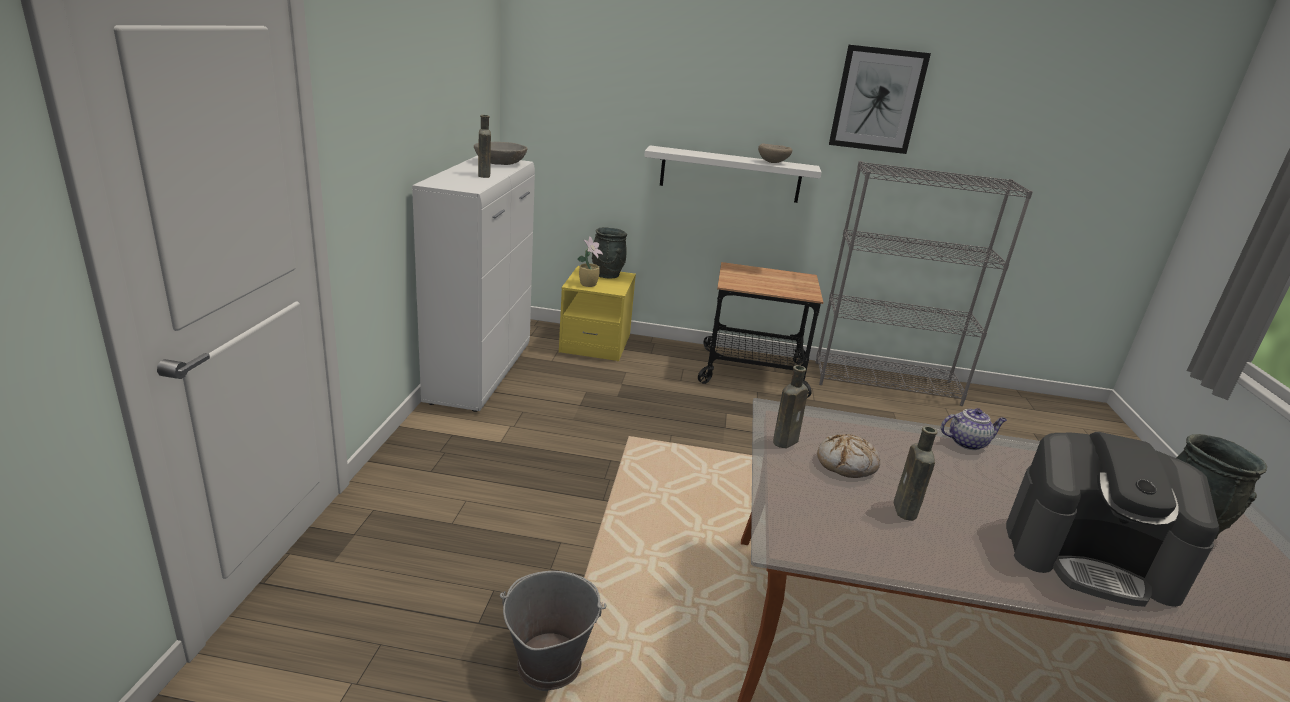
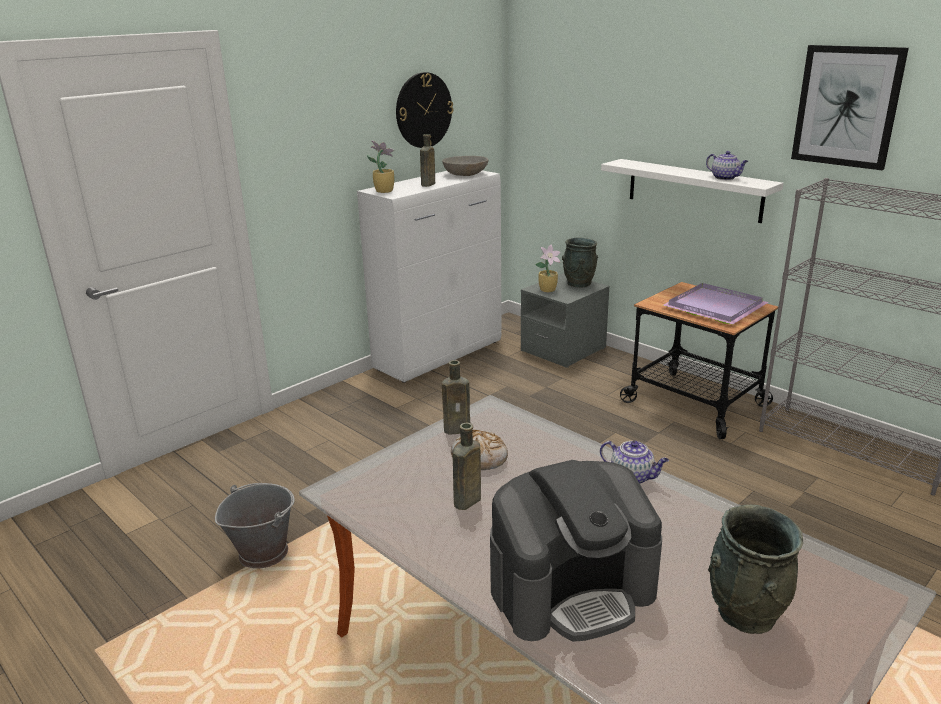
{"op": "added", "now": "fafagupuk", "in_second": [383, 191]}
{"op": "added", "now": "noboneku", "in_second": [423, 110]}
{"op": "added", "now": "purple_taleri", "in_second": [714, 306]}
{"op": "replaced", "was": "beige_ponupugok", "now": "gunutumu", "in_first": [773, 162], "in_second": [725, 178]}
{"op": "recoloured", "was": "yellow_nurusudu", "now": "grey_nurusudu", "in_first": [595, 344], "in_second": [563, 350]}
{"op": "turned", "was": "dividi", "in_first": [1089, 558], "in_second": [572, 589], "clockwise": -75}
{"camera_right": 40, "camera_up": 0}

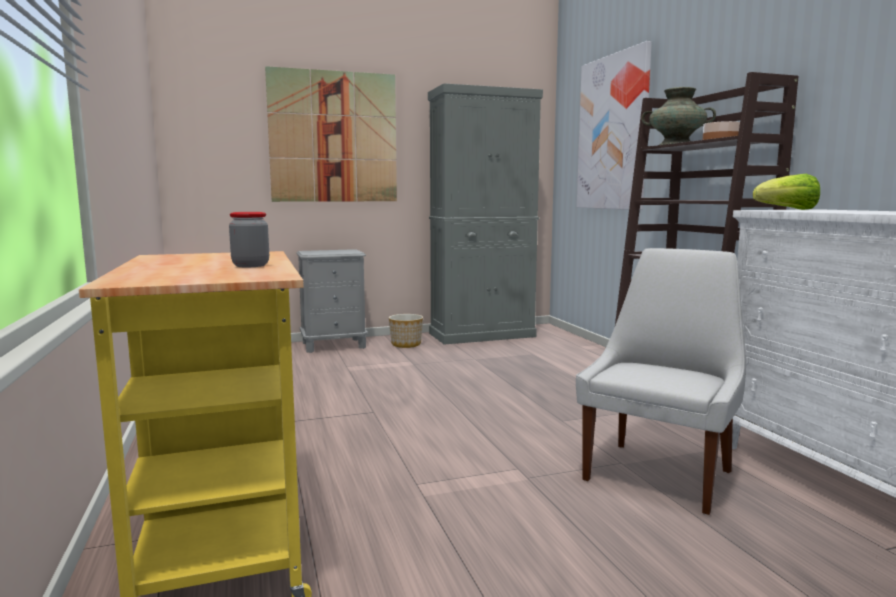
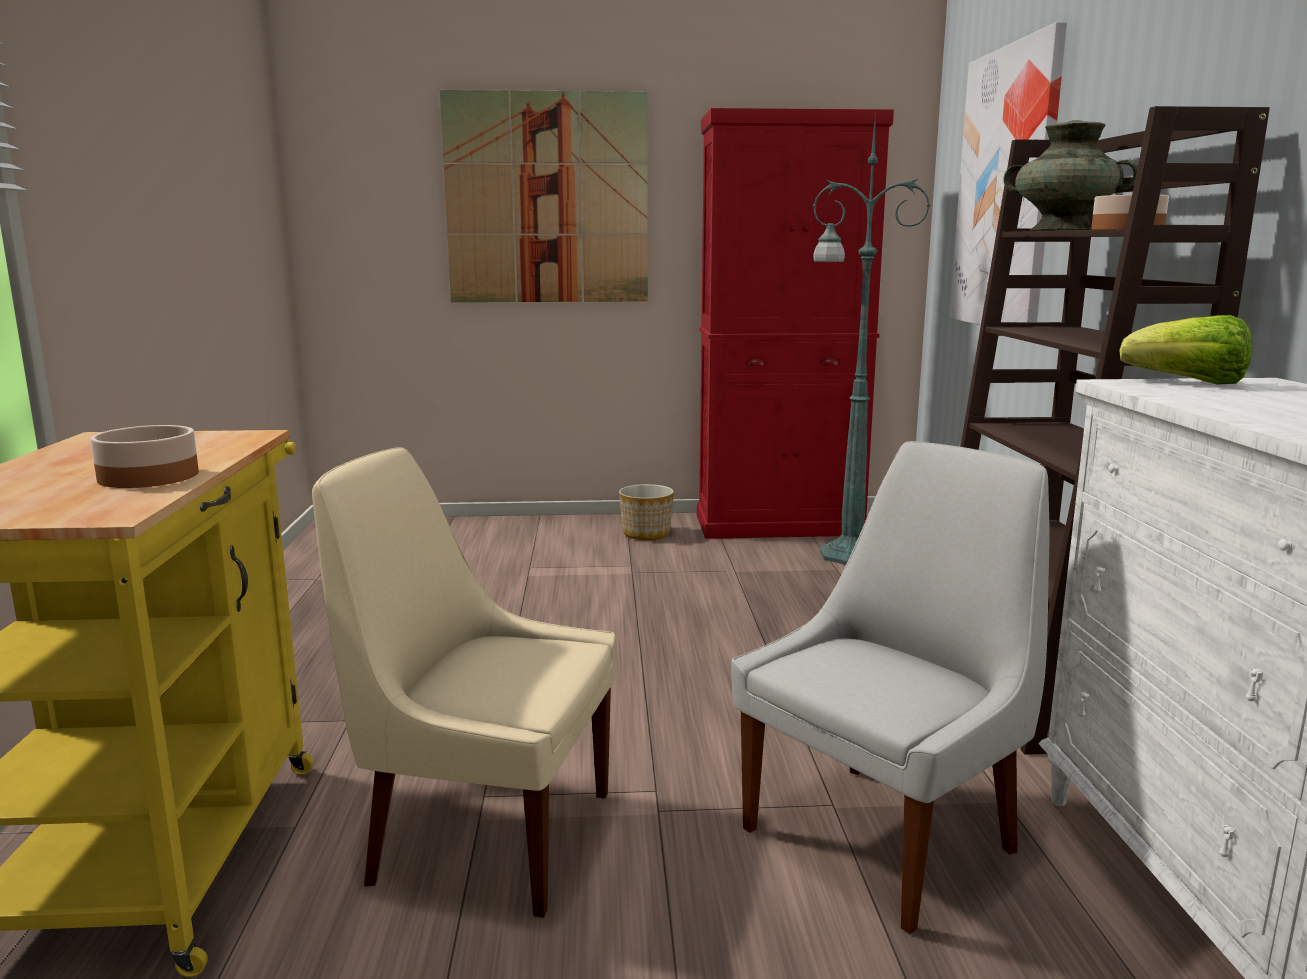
{"op": "removed", "was": "grey_nurusudu", "in_first": [334, 345]}
{"op": "added", "now": "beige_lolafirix", "in_second": [484, 835]}
{"op": "added", "now": "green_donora", "in_second": [847, 554]}
{"op": "replaced", "was": "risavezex", "now": "ponupugok", "in_first": [250, 265], "in_second": [149, 477]}
{"op": "recoloured", "was": "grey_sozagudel", "now": "red_sozagudel", "in_first": [482, 335], "in_second": [780, 525]}
{"camera_right": 15, "camera_up": 5}

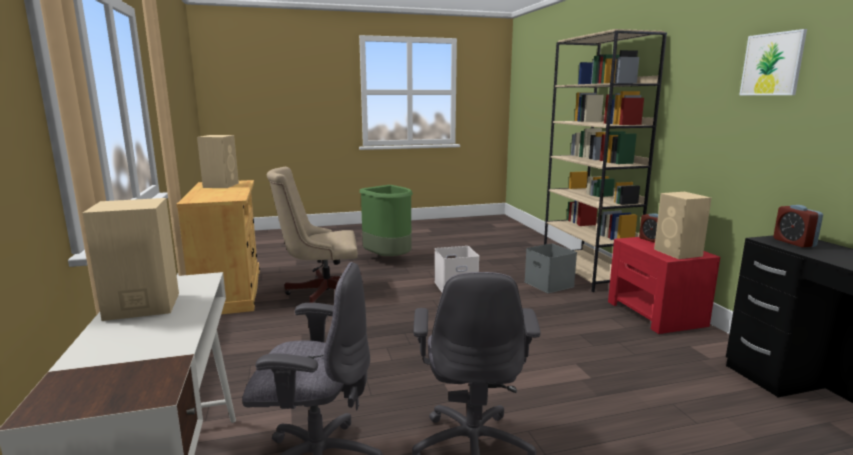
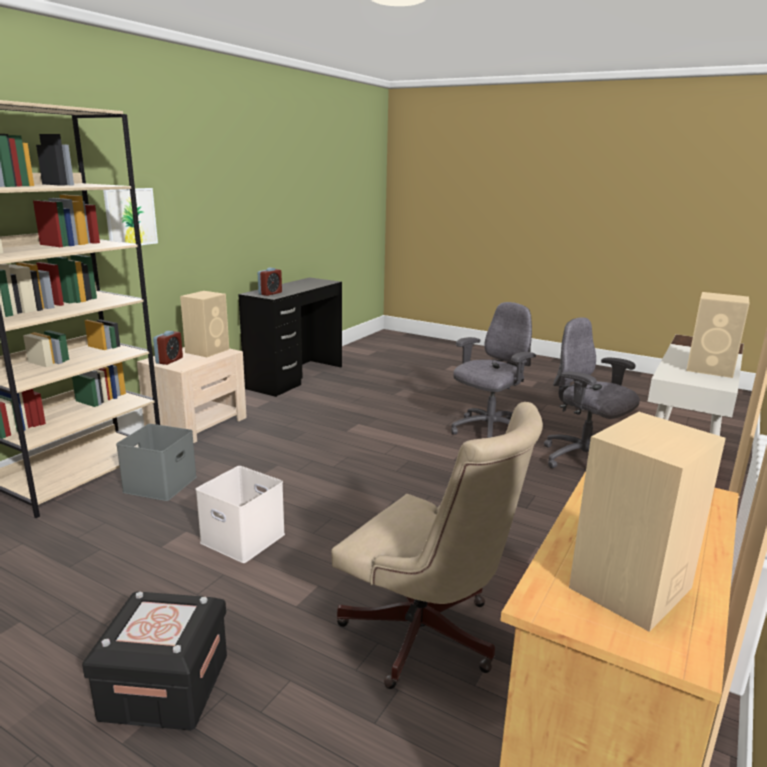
{"op": "moved", "was": "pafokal", "in_first": [772, 64], "in_second": [130, 217]}
{"op": "replaced", "was": "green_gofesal", "now": "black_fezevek", "in_first": [389, 259], "in_second": [165, 687]}
{"op": "recoloured", "was": "red_nurusudu", "now": "beige_nurusudu", "in_first": [656, 313], "in_second": [198, 424]}
{"camera_right": -135, "camera_up": 5}

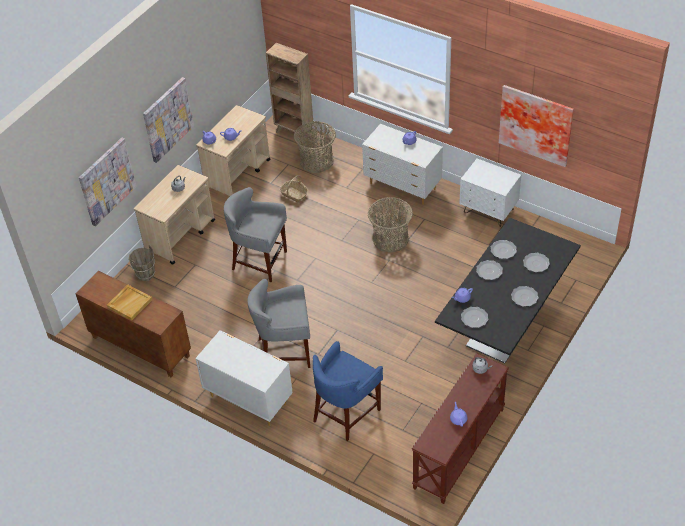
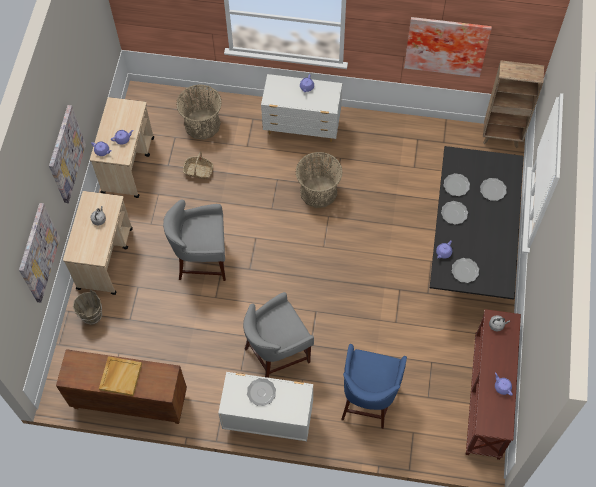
{"op": "removed", "was": "white_nurusudu", "in_first": [488, 211]}
{"op": "moved", "was": "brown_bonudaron", "in_first": [294, 132], "in_second": [502, 137]}
{"op": "moved", "was": "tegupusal", "in_first": [524, 297], "in_second": [261, 392]}
{"camera_right": -25, "camera_up": 15}

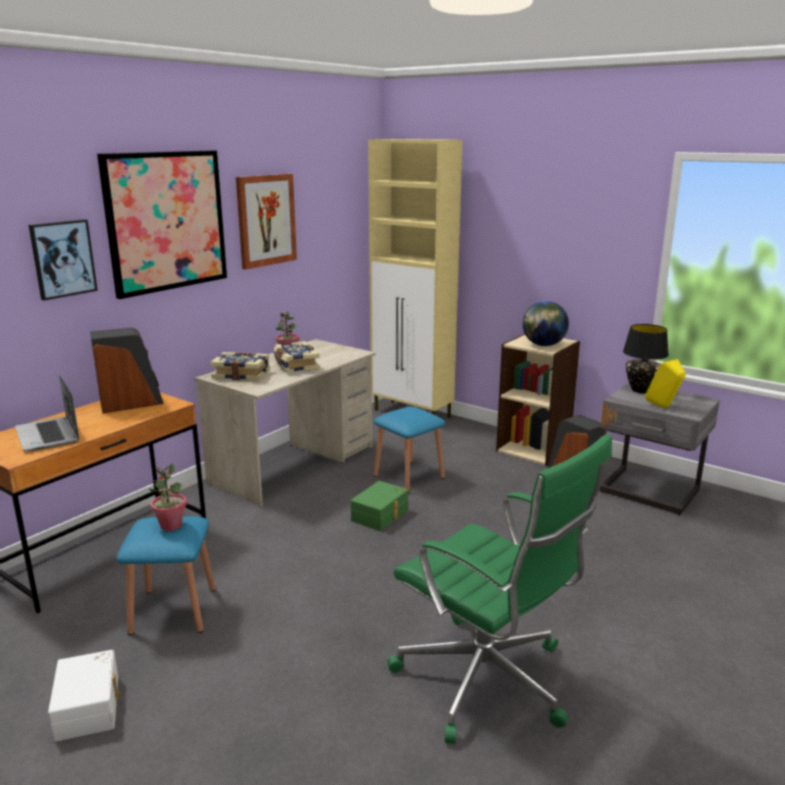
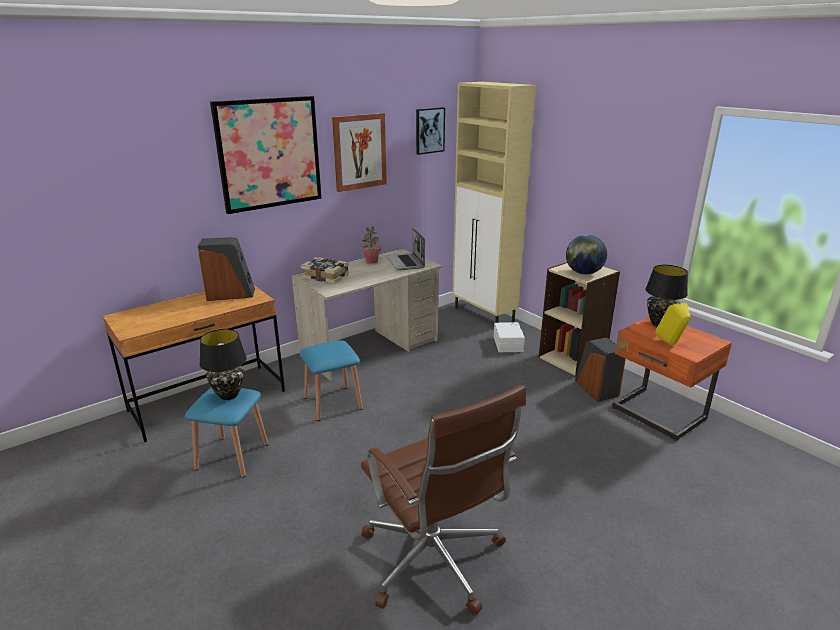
{"op": "removed", "was": "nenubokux", "in_first": [295, 366]}
{"op": "removed", "was": "green_fezevek", "in_first": [381, 515]}
{"op": "moved", "was": "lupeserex", "in_first": [49, 436], "in_second": [406, 263]}
{"op": "moved", "was": "pafokal", "in_first": [63, 259], "in_second": [429, 130]}
{"op": "moved", "was": "white_fezevek", "in_first": [90, 706], "in_second": [509, 344]}
{"op": "moved", "was": "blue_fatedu", "in_first": [408, 476], "in_second": [333, 403]}
{"op": "replaced", "was": "fafagupuk", "now": "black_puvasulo", "in_first": [171, 525], "in_second": [228, 395]}
{"op": "recoloured", "was": "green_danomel", "now": "brown_danomel", "in_first": [487, 682], "in_second": [434, 561]}
{"op": "recoloured", "was": "grey_nurusudu", "now": "orange_nurusudu", "in_first": [649, 493], "in_second": [657, 415]}
{"camera_right": 15, "camera_up": 5}

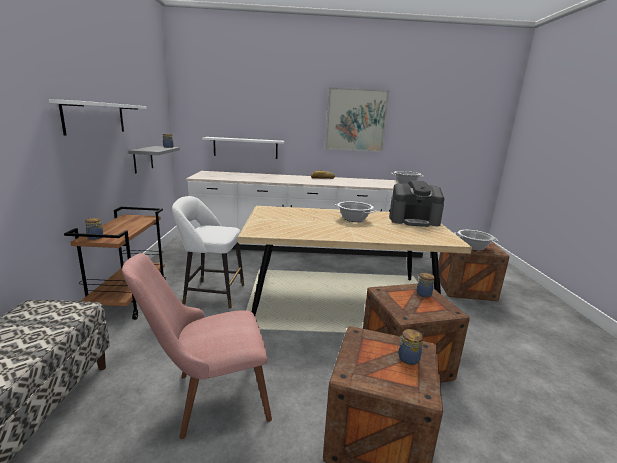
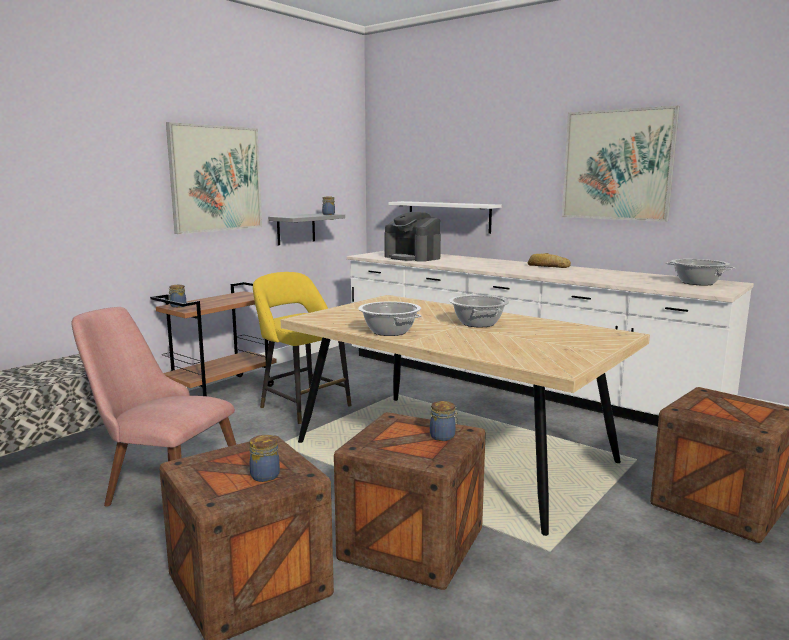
{"op": "moved", "was": "dividi", "in_first": [414, 220], "in_second": [413, 257]}
{"op": "moved", "was": "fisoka", "in_first": [473, 247], "in_second": [389, 332]}
{"op": "replaced", "was": "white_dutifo", "now": "pafokal", "in_first": [95, 118], "in_second": [216, 179]}
{"op": "recoloured", "was": "white_fatedu", "now": "yellow_fatedu", "in_first": [211, 294], "in_second": [302, 405]}
{"camera_right": 40, "camera_up": -5}

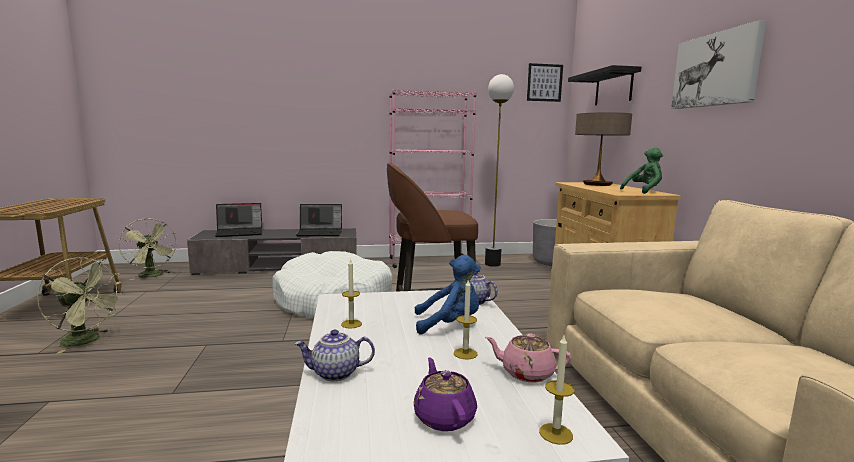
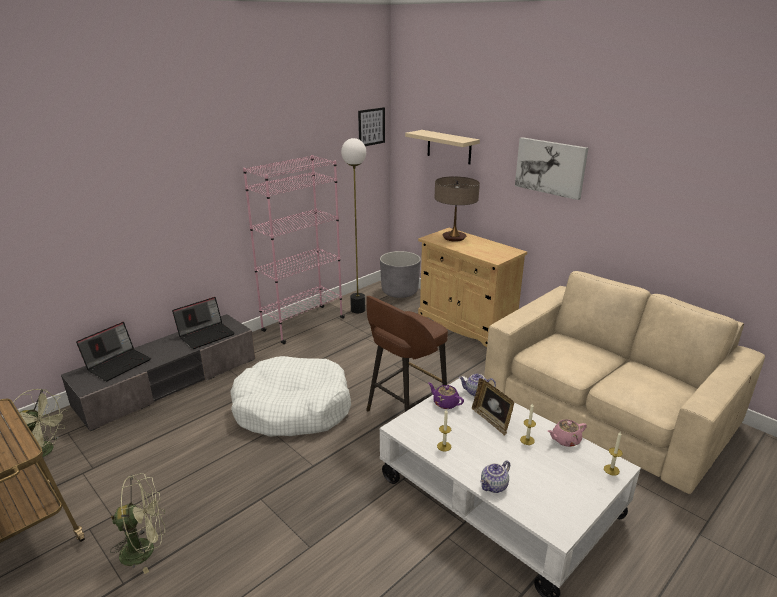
{"op": "removed", "was": "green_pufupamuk", "in_first": [644, 191]}
{"op": "moved", "was": "purple_gunutumu", "in_first": [444, 417], "in_second": [445, 403]}
{"op": "replaced", "was": "blue_pufupamuk", "now": "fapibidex", "in_first": [449, 324], "in_second": [491, 420]}
{"op": "recoloured", "was": "black_dutifo", "now": "beige_dutifo", "in_first": [613, 88], "in_second": [449, 147]}
{"camera_right": -35, "camera_up": 15}

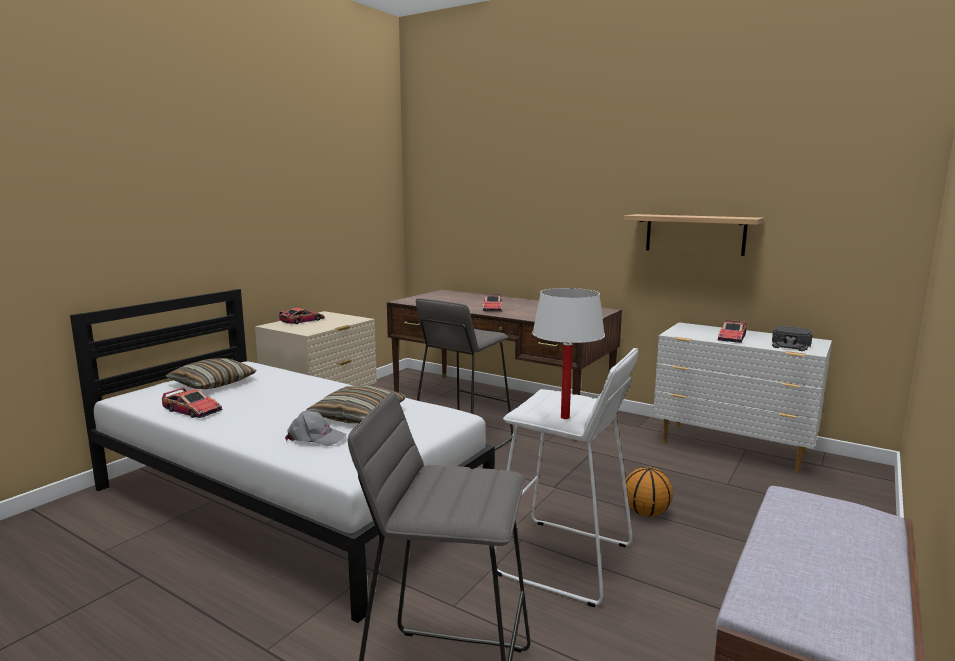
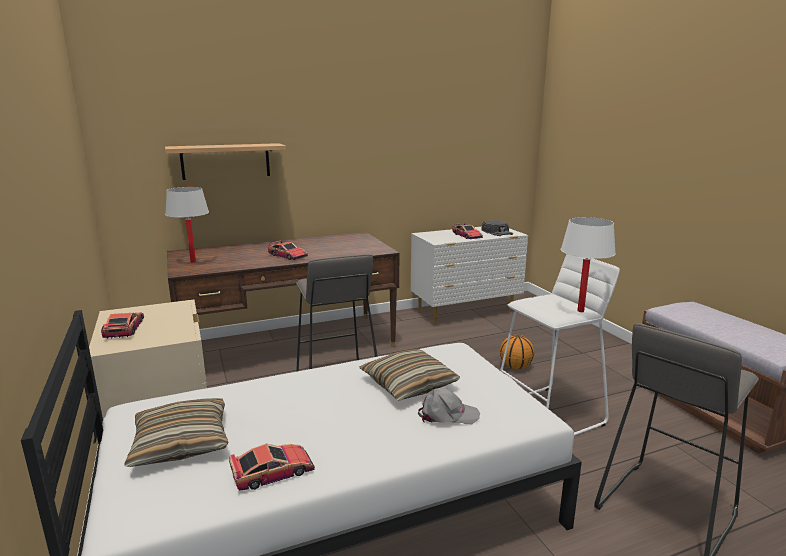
{"op": "added", "now": "white_puvasulo", "in_second": [193, 262]}
{"op": "moved", "was": "dutifo", "in_first": [695, 234], "in_second": [225, 161]}
{"op": "turned", "was": "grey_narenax", "in_first": [315, 438], "in_second": [447, 415], "clockwise": 45}
{"camera_right": -55, "camera_up": 5}

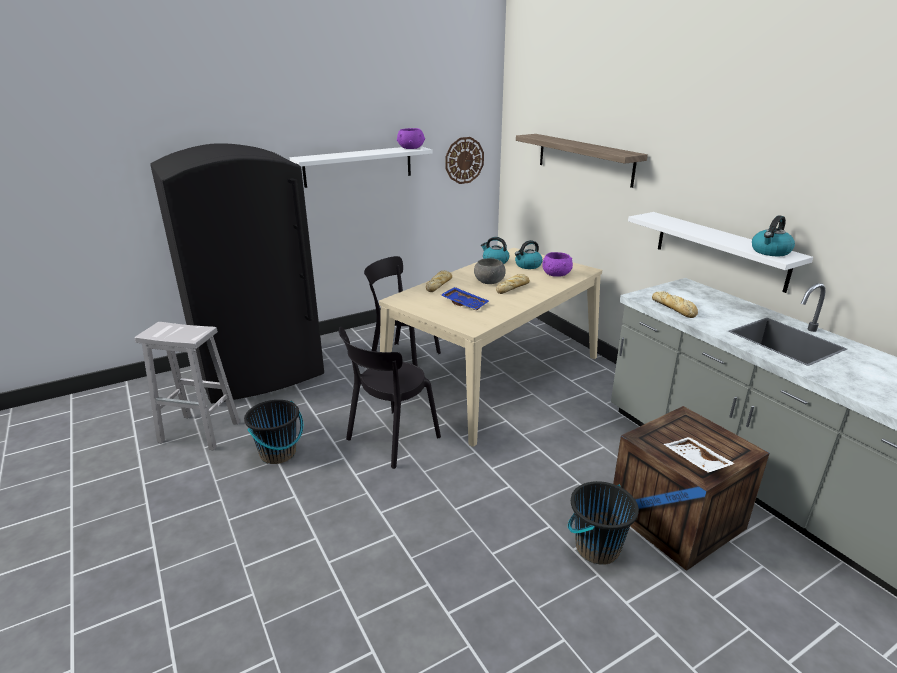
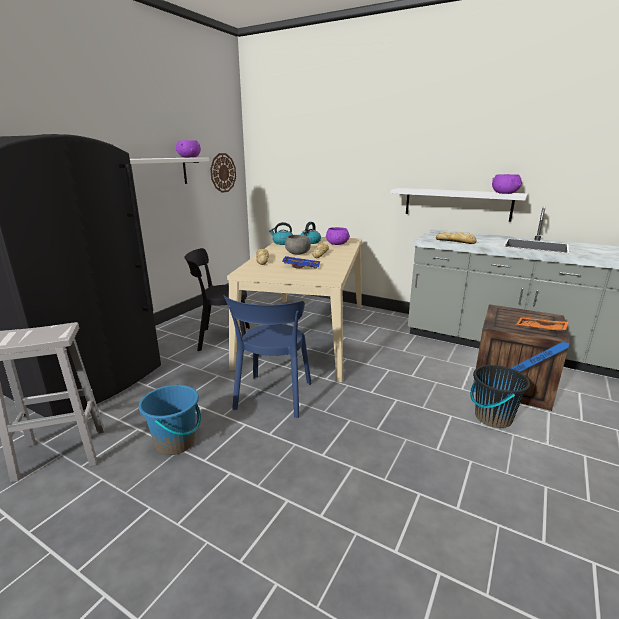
{"op": "removed", "was": "dutifo", "in_first": [584, 159]}
{"op": "replaced", "was": "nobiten", "now": "purple_ponupugok", "in_first": [770, 252], "in_second": [505, 193]}
{"op": "recoloured", "was": "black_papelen", "now": "blue_papelen", "in_first": [278, 453], "in_second": [176, 442]}
{"op": "recoloured", "was": "black_lolafirix", "now": "blue_lolafirix", "in_first": [390, 440], "in_second": [272, 398]}
{"op": "recoloured", "was": "white_taleri", "now": "orange_taleri", "in_first": [695, 461], "in_second": [540, 329]}
{"camera_right": -30, "camera_up": -5}

